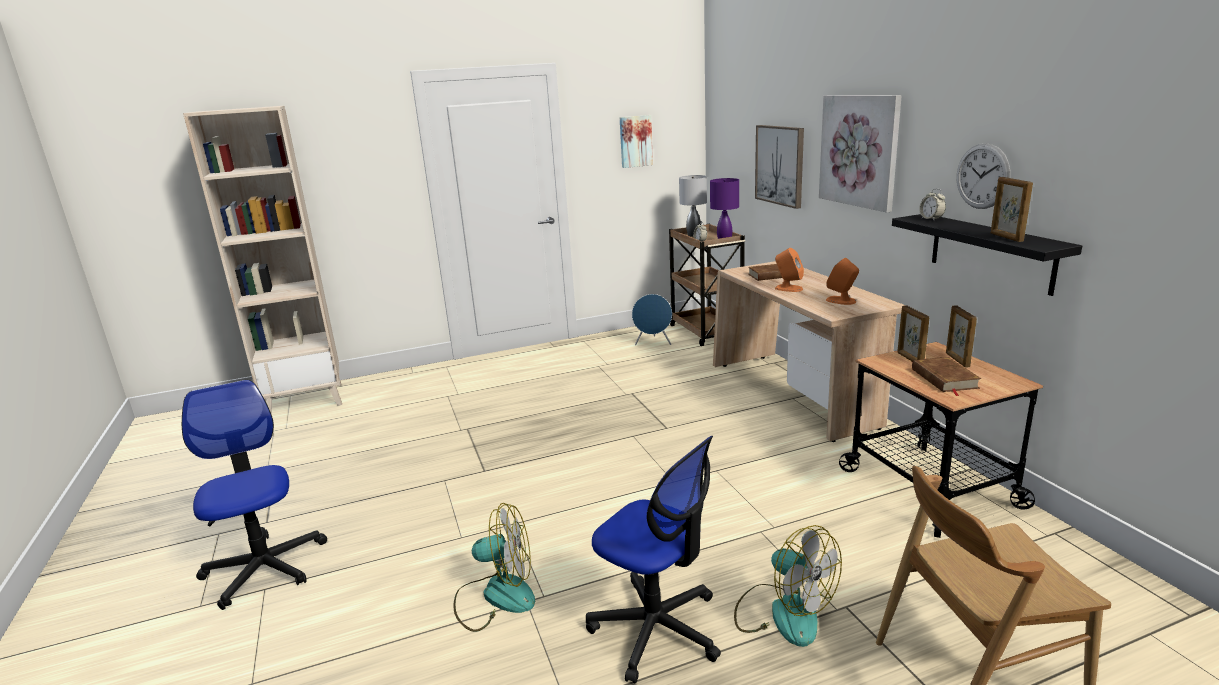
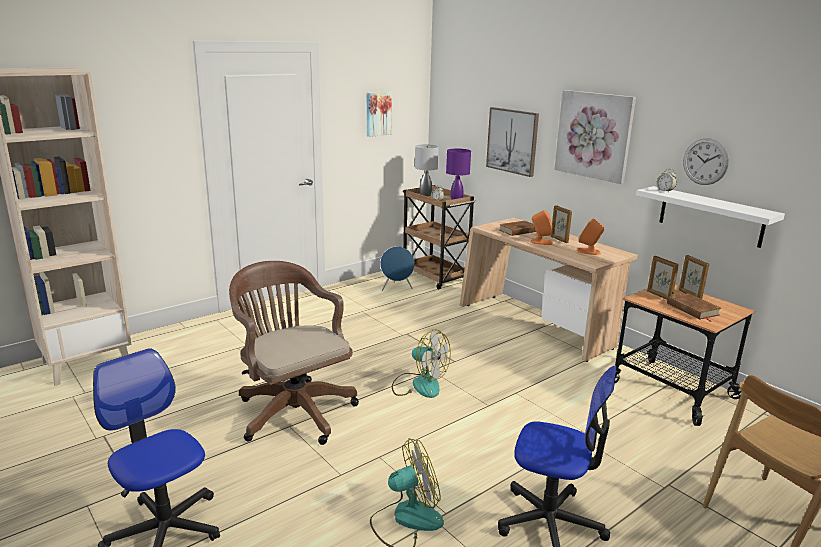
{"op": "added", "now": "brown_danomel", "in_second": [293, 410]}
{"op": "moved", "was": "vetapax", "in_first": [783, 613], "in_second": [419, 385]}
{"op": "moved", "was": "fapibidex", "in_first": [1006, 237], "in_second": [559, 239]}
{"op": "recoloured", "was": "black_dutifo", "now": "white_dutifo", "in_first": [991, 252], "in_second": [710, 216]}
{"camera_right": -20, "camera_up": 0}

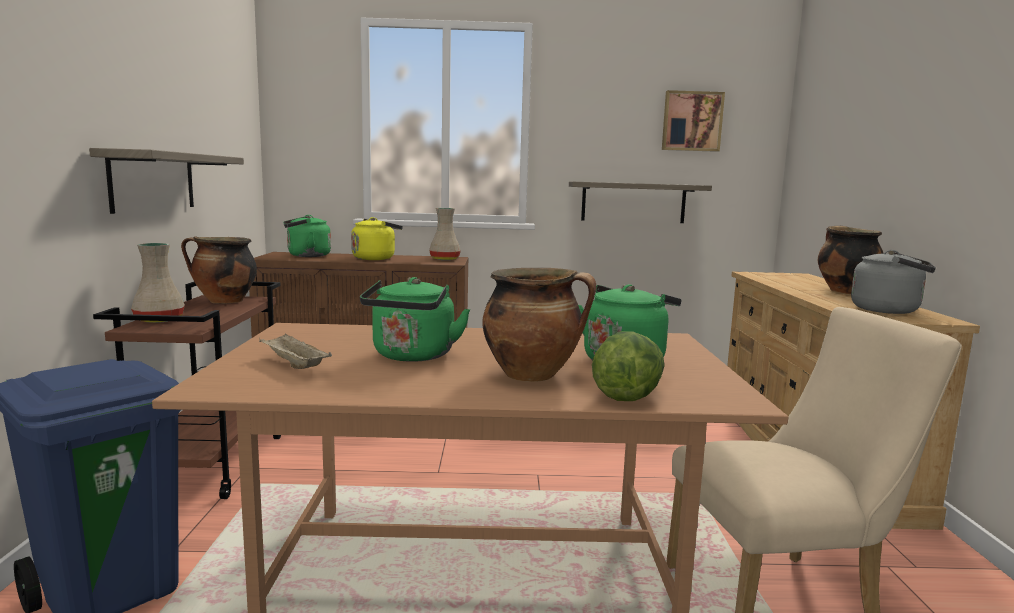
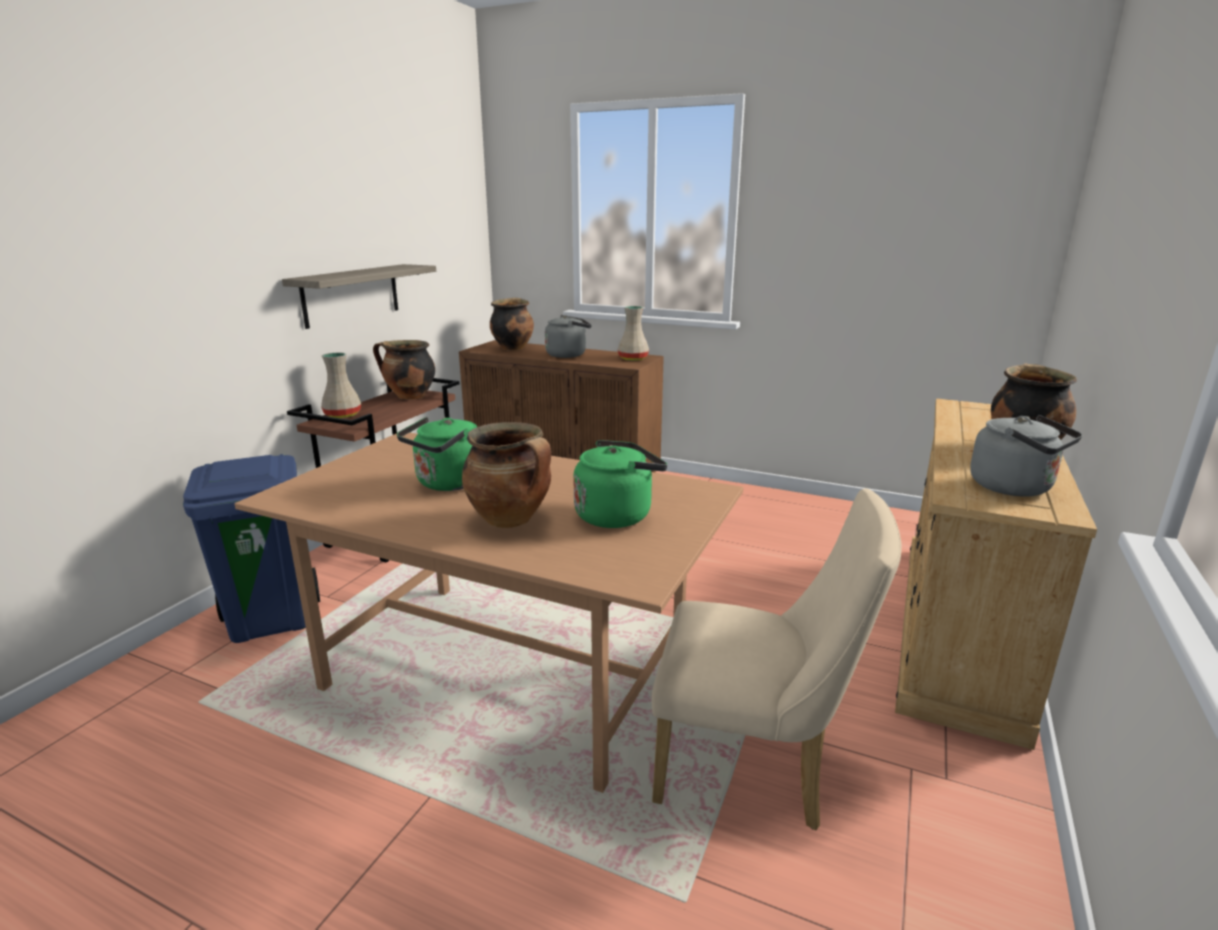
{"op": "removed", "was": "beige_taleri", "in_first": [293, 365]}
{"op": "removed", "was": "dutifo", "in_first": [633, 202]}
{"op": "removed", "was": "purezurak", "in_first": [627, 395]}
{"op": "removed", "was": "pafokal", "in_first": [691, 121]}
{"op": "replaced", "was": "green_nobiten", "now": "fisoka", "in_first": [306, 256], "in_second": [512, 348]}
{"op": "recoloured", "was": "yellow_nobiten", "now": "grey_nobiten", "in_first": [376, 258], "in_second": [568, 355]}
{"camera_right": 25, "camera_up": 10}

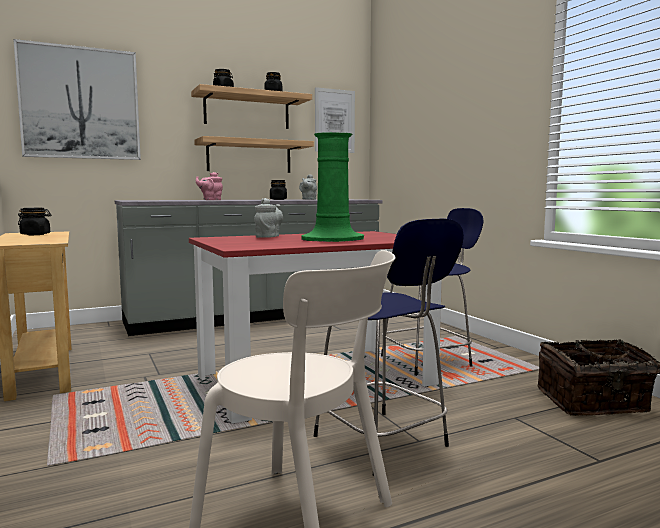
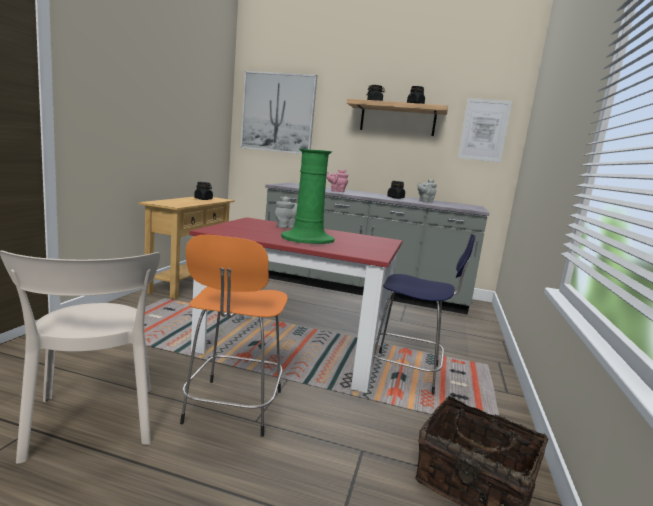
{"op": "removed", "was": "dutifo", "in_first": [249, 157]}
{"op": "recoloured", "was": "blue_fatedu", "now": "orange_fatedu", "in_first": [383, 443], "in_second": [232, 409]}
{"camera_right": 40, "camera_up": 5}

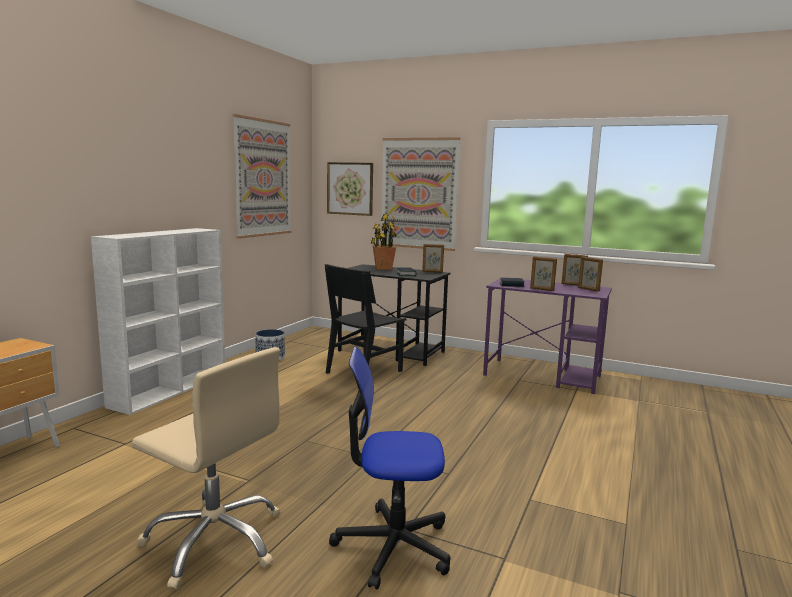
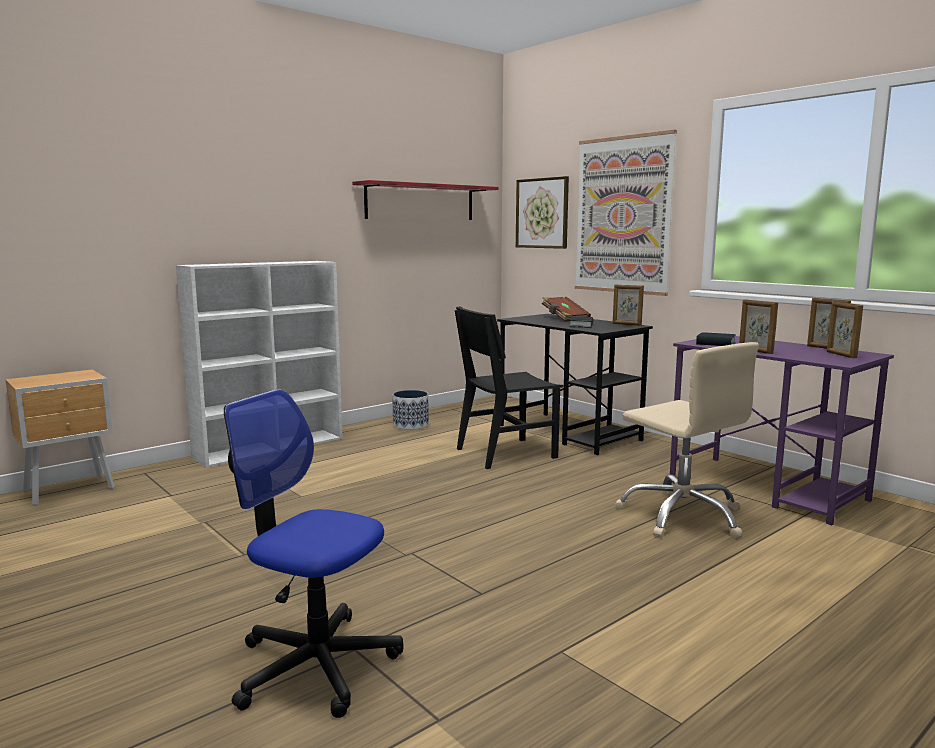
{"op": "moved", "was": "beige_danomel", "in_first": [215, 540], "in_second": [682, 515]}
{"op": "replaced", "was": "pafokal", "now": "red_dutifo", "in_first": [263, 178], "in_second": [420, 202]}
{"op": "replaced", "was": "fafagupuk", "now": "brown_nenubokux", "in_first": [383, 268], "in_second": [564, 318]}
{"camera_right": 25, "camera_up": 0}

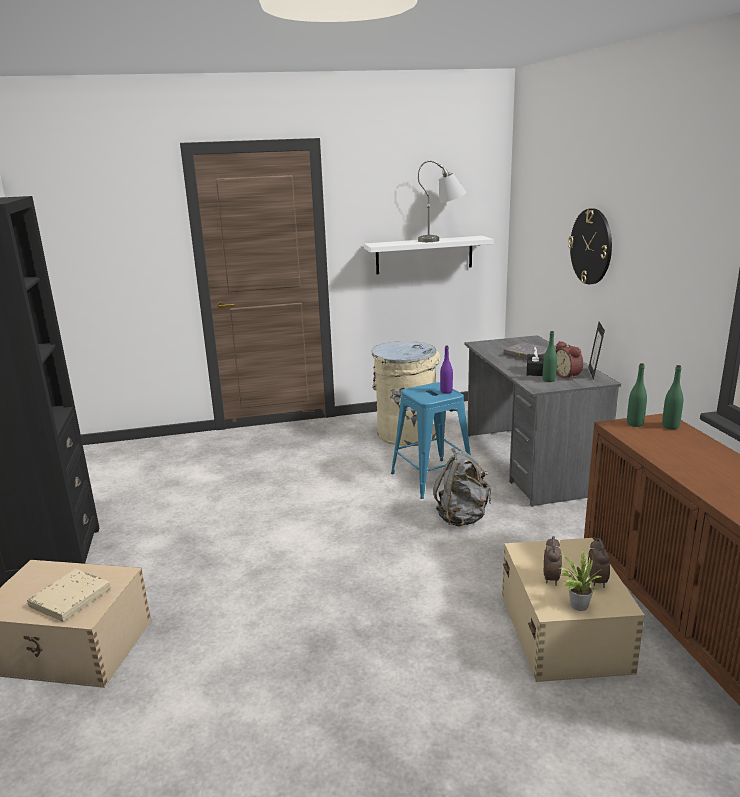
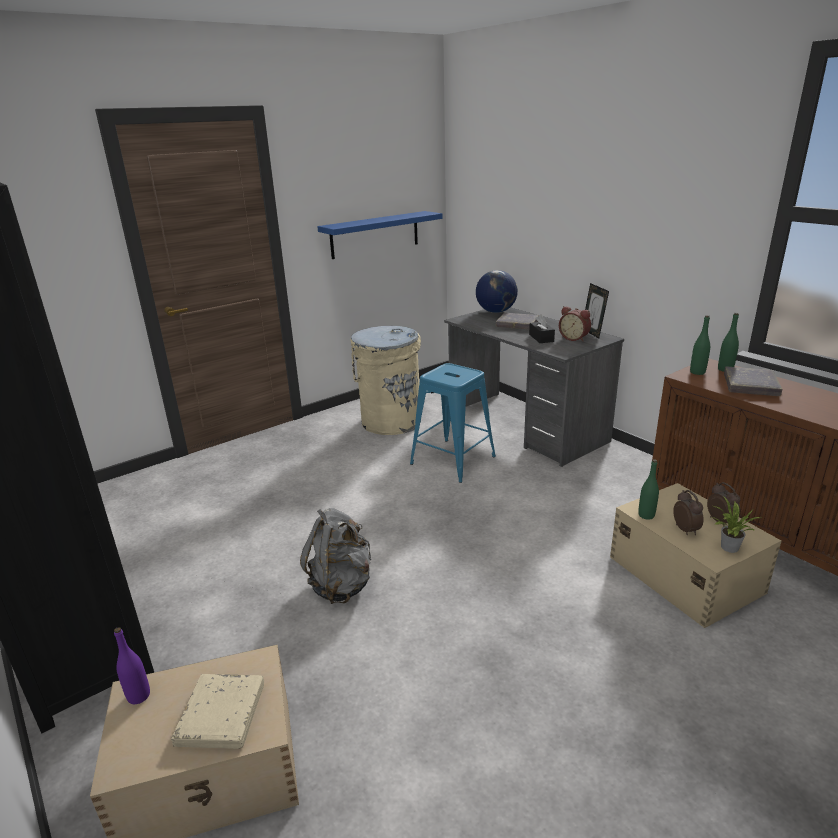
{"op": "removed", "was": "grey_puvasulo", "in_first": [443, 240]}
{"op": "removed", "was": "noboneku", "in_first": [591, 246]}
{"op": "added", "now": "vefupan", "in_second": [496, 311]}
{"op": "added", "now": "grey_nenubokux", "in_second": [750, 385]}
{"op": "moved", "was": "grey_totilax", "in_first": [462, 517], "in_second": [341, 585]}
{"op": "moved", "was": "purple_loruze", "in_first": [446, 391], "in_second": [139, 696]}
{"op": "moved", "was": "green_loruze", "in_first": [548, 380], "in_second": [646, 515]}
{"op": "recoloured", "was": "white_dutifo", "now": "blue_dutifo", "in_first": [424, 255], "in_second": [375, 234]}
{"camera_right": -25, "camera_up": 5}

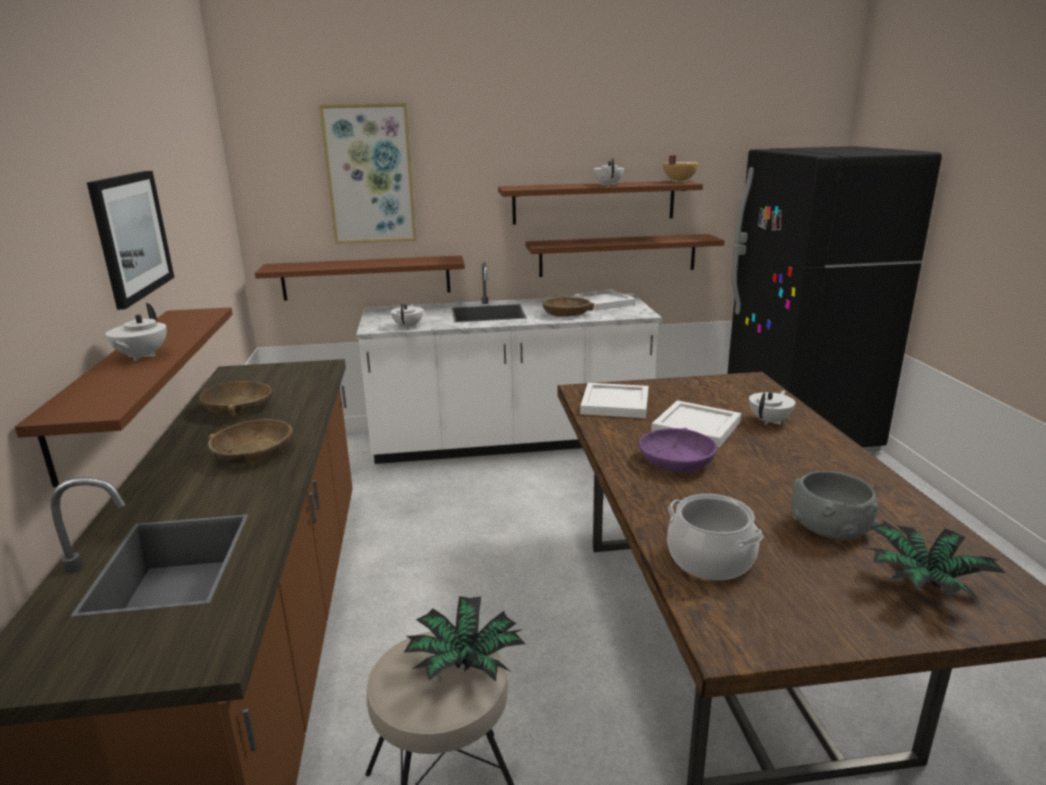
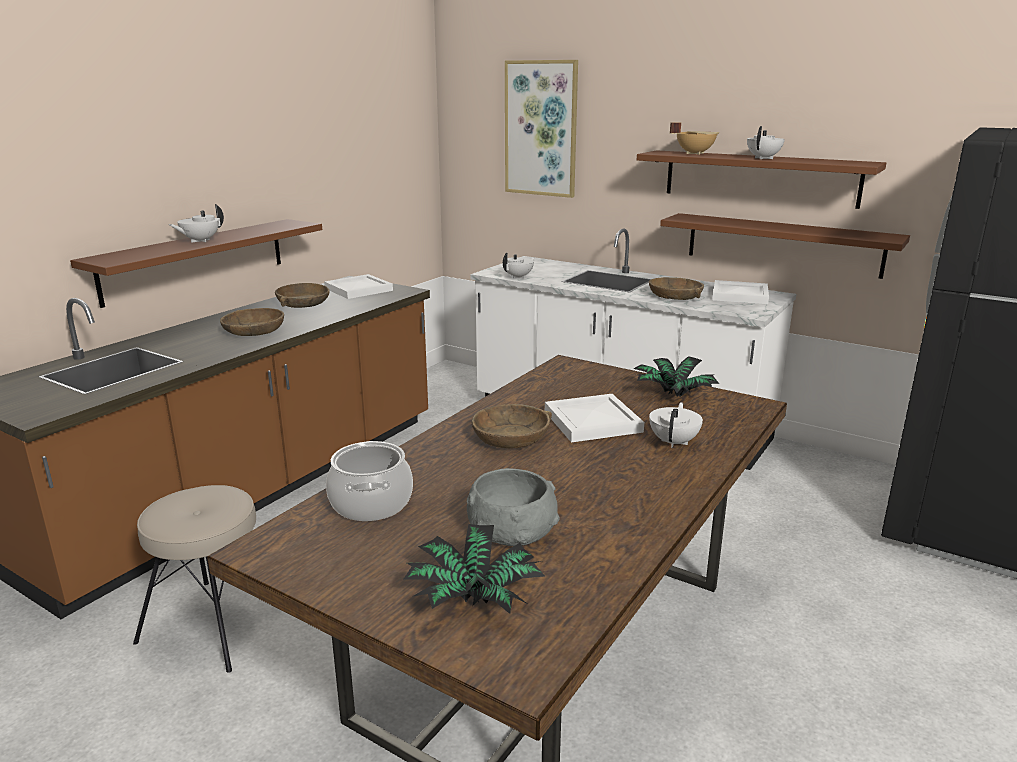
{"op": "removed", "was": "pafokal", "in_first": [131, 236]}
{"op": "removed", "was": "brown_dutifo", "in_first": [366, 278]}
{"op": "moved", "was": "fafagupuk", "in_first": [465, 664], "in_second": [672, 395]}
{"op": "moved", "was": "white_taleri", "in_first": [614, 403], "in_second": [359, 289]}
{"op": "moved", "was": "beige_fisoka", "in_first": [678, 181], "in_second": [694, 153]}
{"op": "recoloured", "was": "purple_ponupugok", "now": "brown_ponupugok", "in_first": [676, 461], "in_second": [511, 437]}
{"op": "turned", "was": "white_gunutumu", "in_first": [770, 421], "in_second": [674, 442], "clockwise": -60}
{"camera_right": 40, "camera_up": 0}

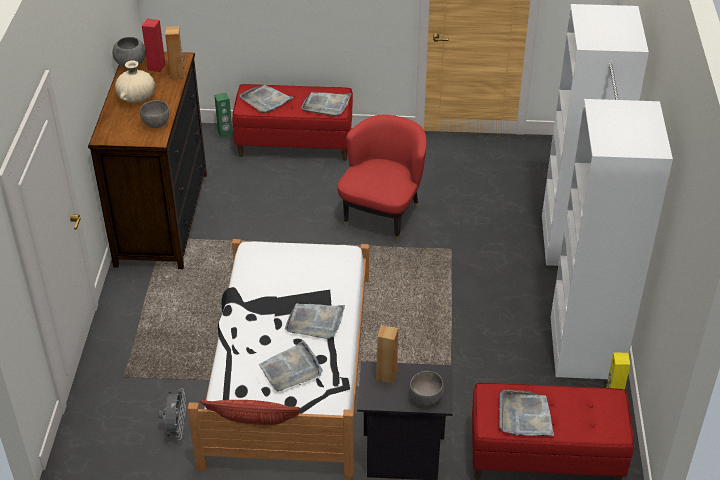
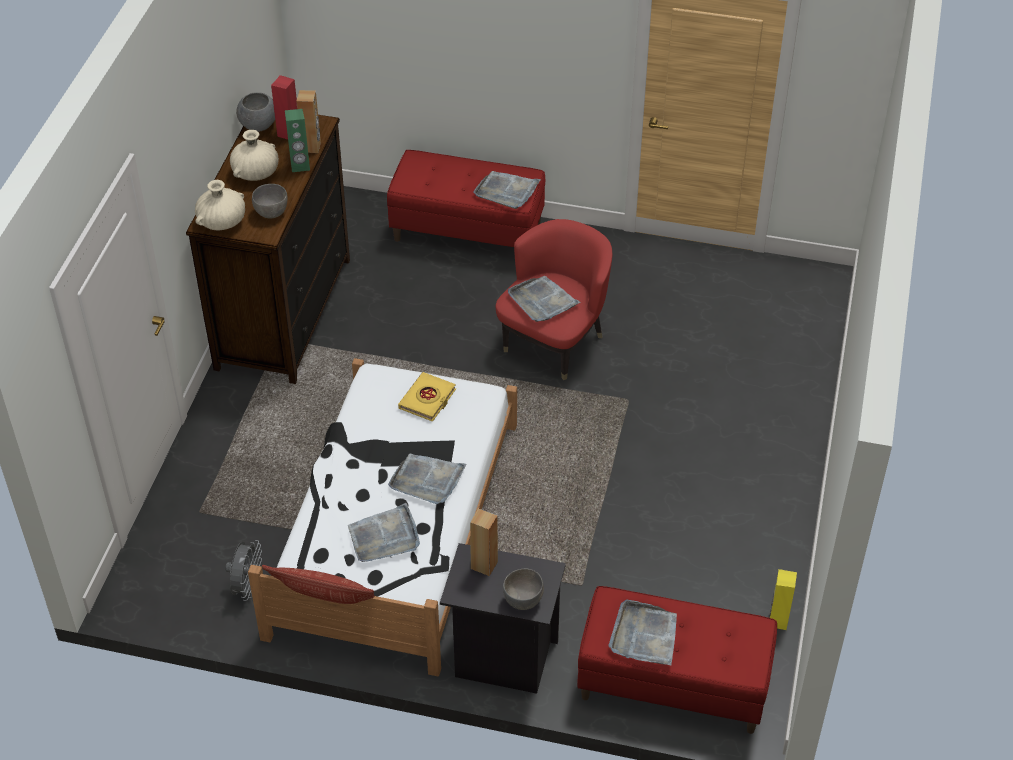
{"op": "removed", "was": "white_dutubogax", "in_first": [579, 292]}
{"op": "added", "now": "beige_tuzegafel", "in_second": [222, 222]}
{"op": "added", "now": "yellow_nenubokux", "in_second": [427, 399]}
{"op": "moved", "was": "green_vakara", "in_first": [225, 133], "in_second": [300, 166]}
{"op": "moved", "was": "grey_taleri", "in_first": [265, 100], "in_second": [542, 301]}
{"camera_right": 10, "camera_up": 5}

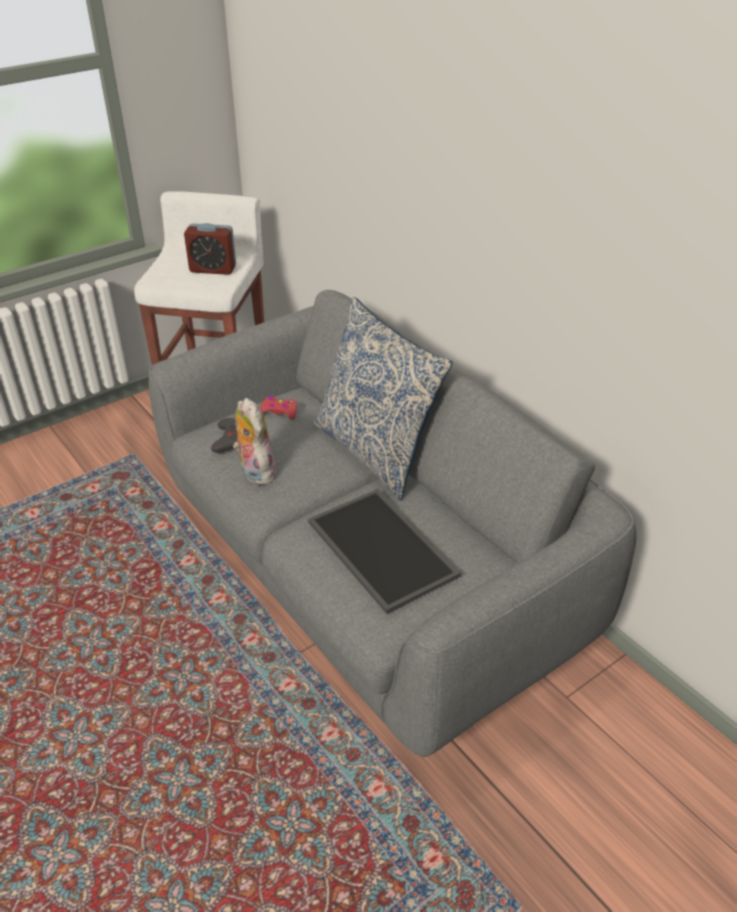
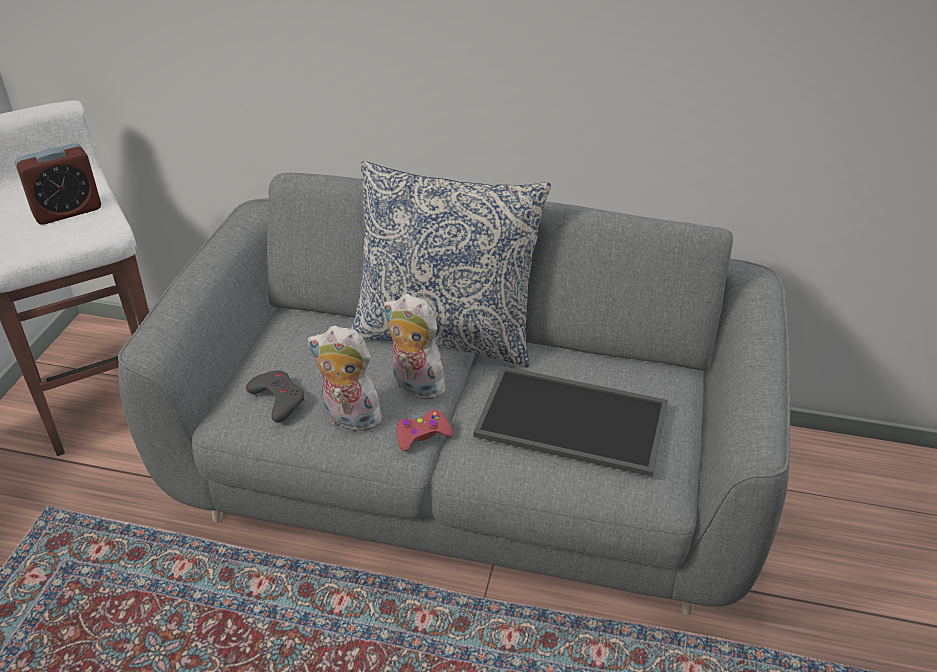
{"op": "added", "now": "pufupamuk", "in_second": [414, 386]}
{"op": "moved", "was": "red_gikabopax", "in_first": [279, 411], "in_second": [422, 435]}
{"camera_right": -40, "camera_up": 0}

